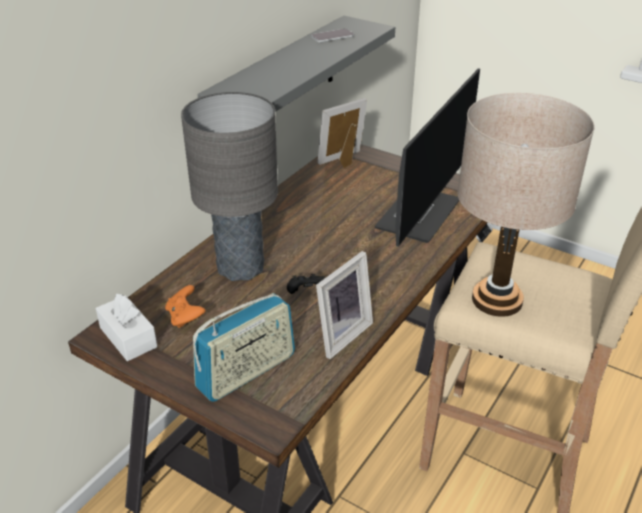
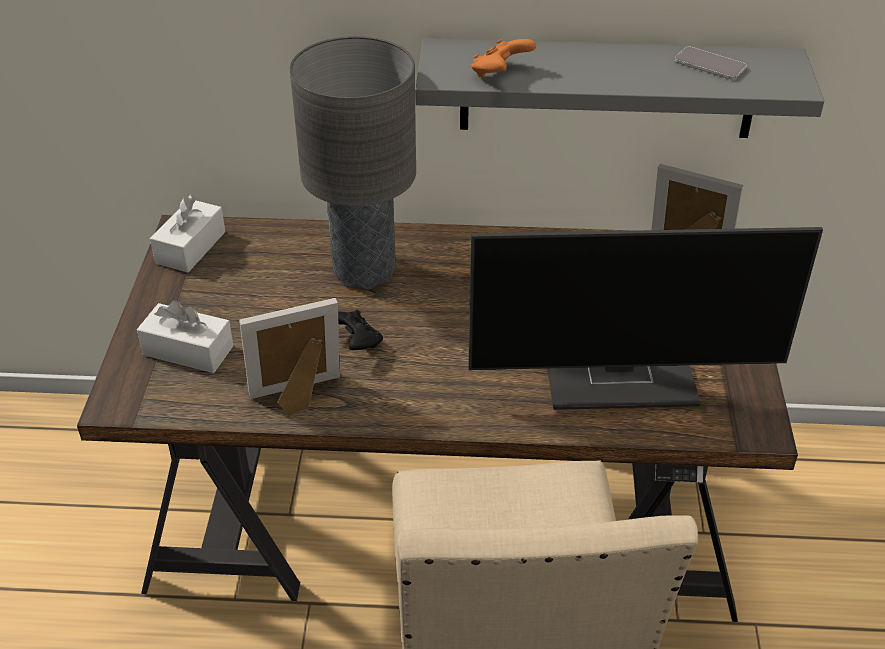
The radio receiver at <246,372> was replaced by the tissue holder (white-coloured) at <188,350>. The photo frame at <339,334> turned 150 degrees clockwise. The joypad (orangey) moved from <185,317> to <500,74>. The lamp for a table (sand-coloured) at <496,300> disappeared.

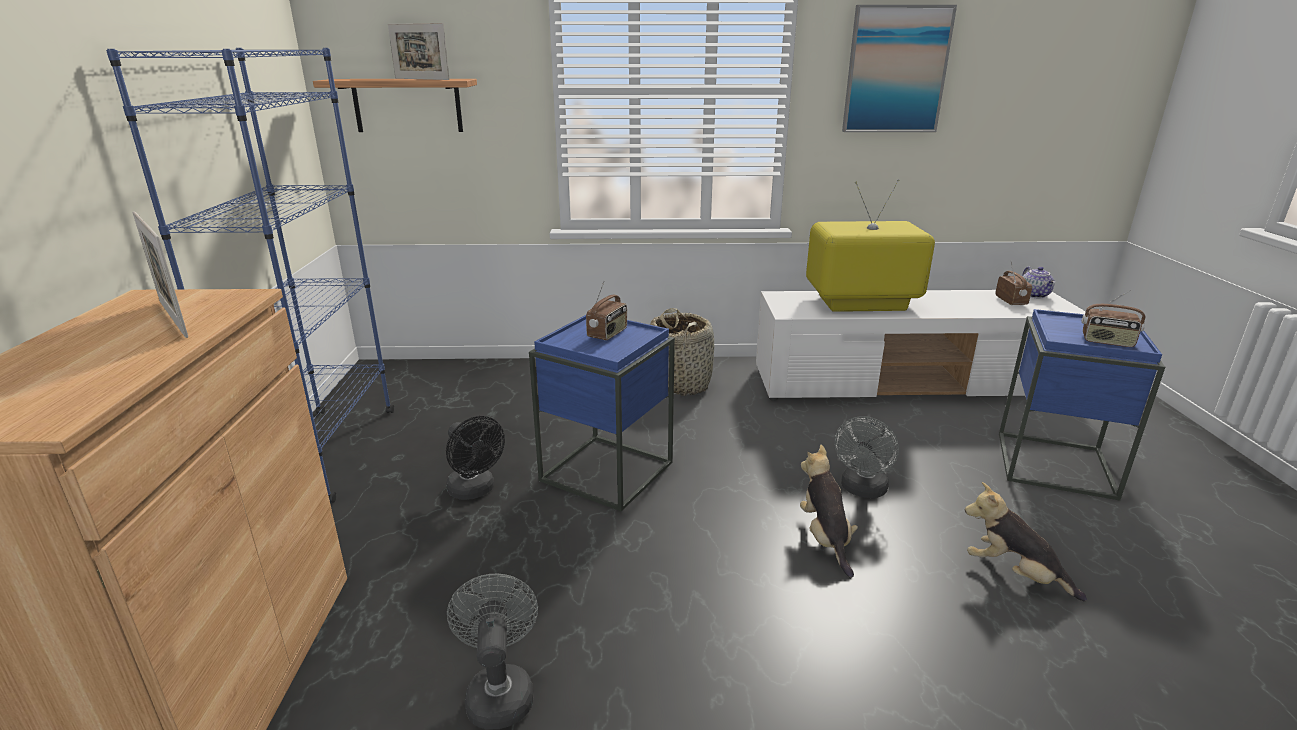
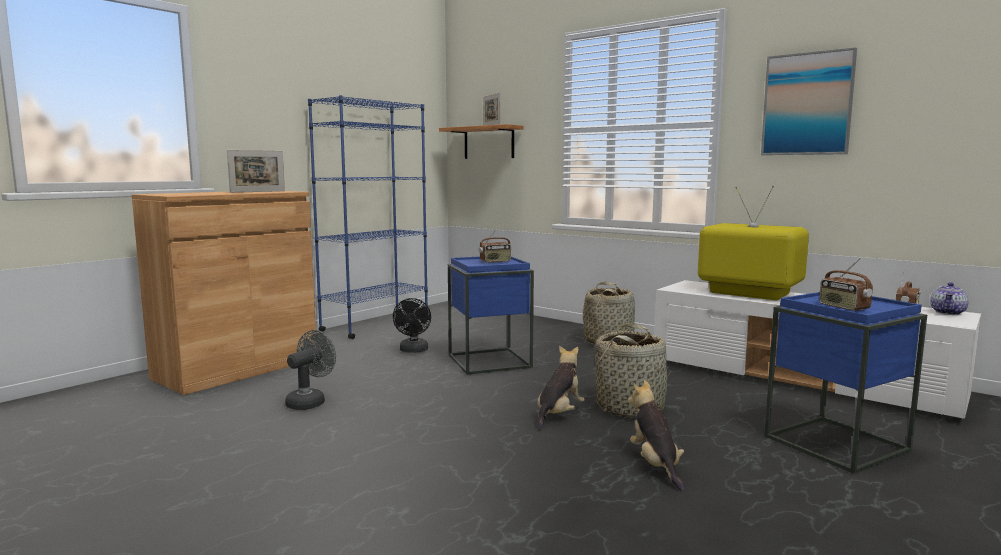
The photo frame at <173,318> turned 135 degrees counterclockwise. The cooling fan (greyish) at <862,490> was replaced by the storage basket at <630,407>.

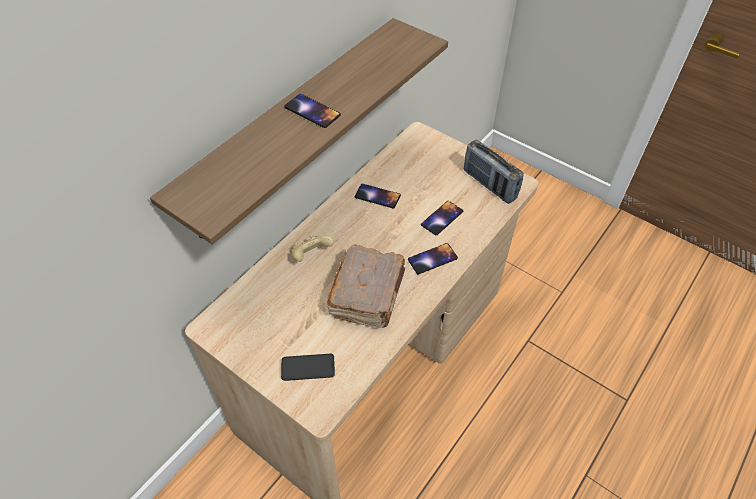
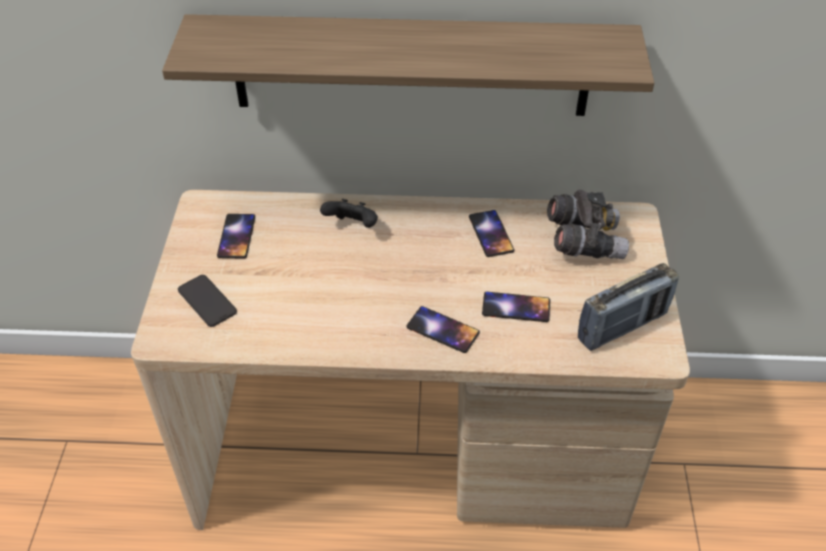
The phone moved from <312,111> to <236,236>. The joypad (sand-coloured) at <311,255> became the joypad (blackish) at <353,227>. The pair of binoculars (greyish) at <583,241> appeared. The radio receiver at <489,185> turned 135 degrees counterclockwise. The volume (brown-coloured) at <368,294> disappeared.

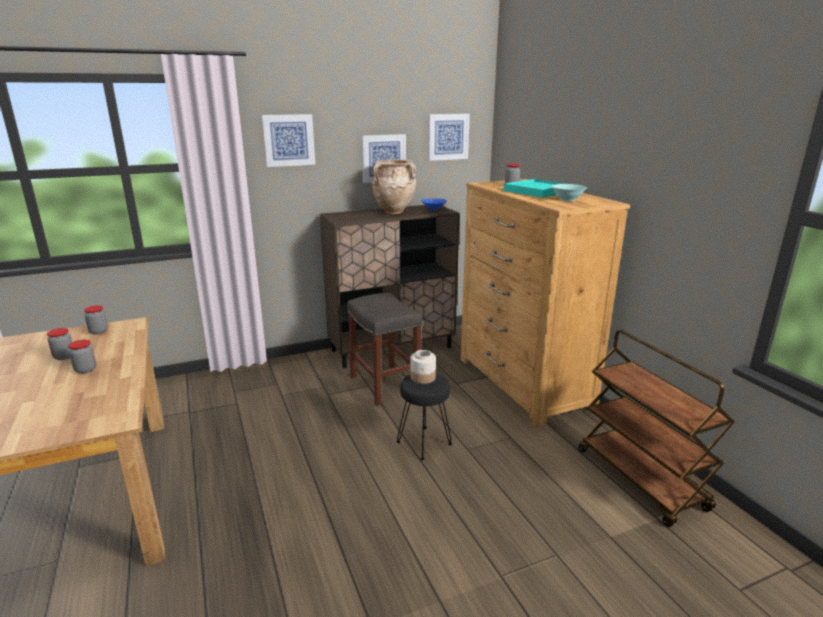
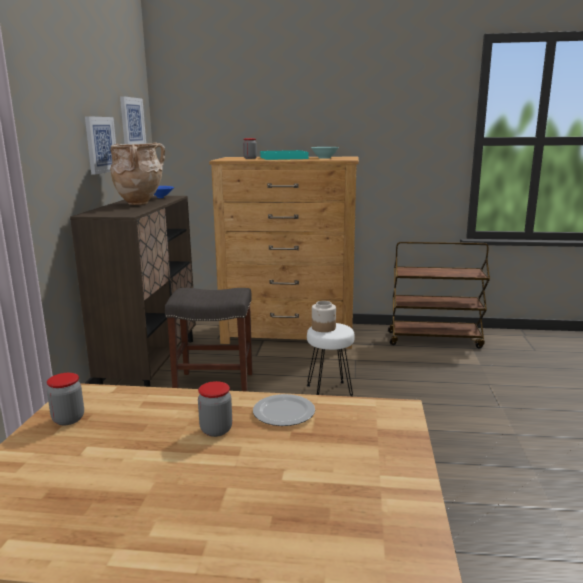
The plate at <284,413> appeared. The stool (blackish) at <424,443> became the stool (white-coloured) at <329,391>. The jar at <64,356> disappeared. The wall art at <288,140> disappeared.

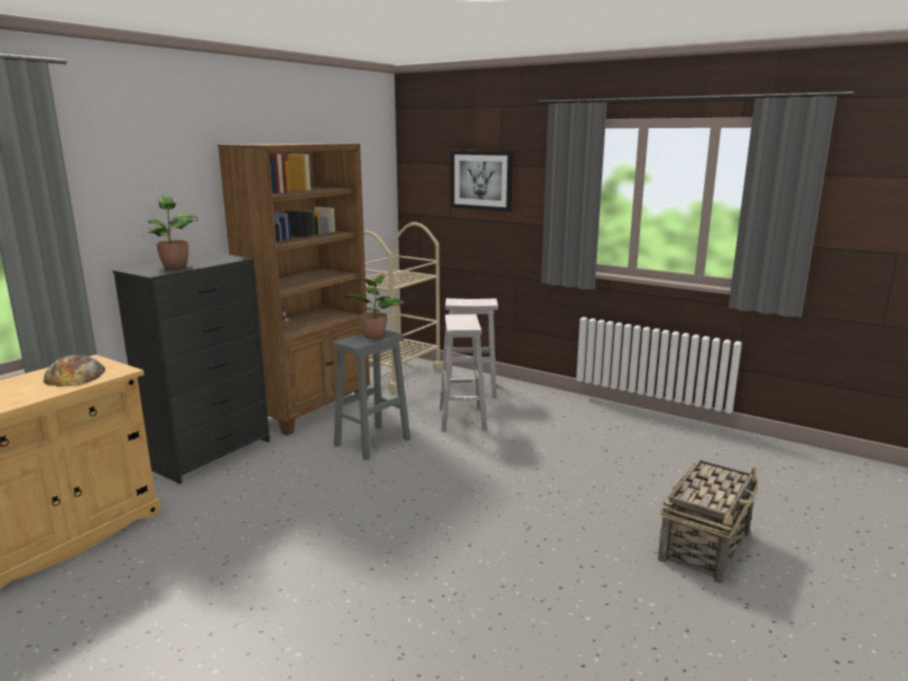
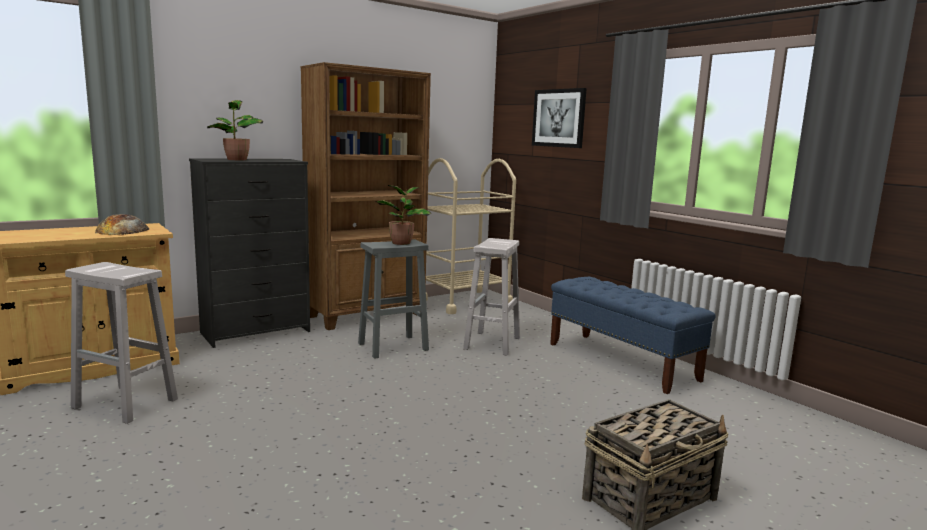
The stool (white-coloured) moved from <471,390> to <127,404>. The bench (bluish) at <621,361> appeared.

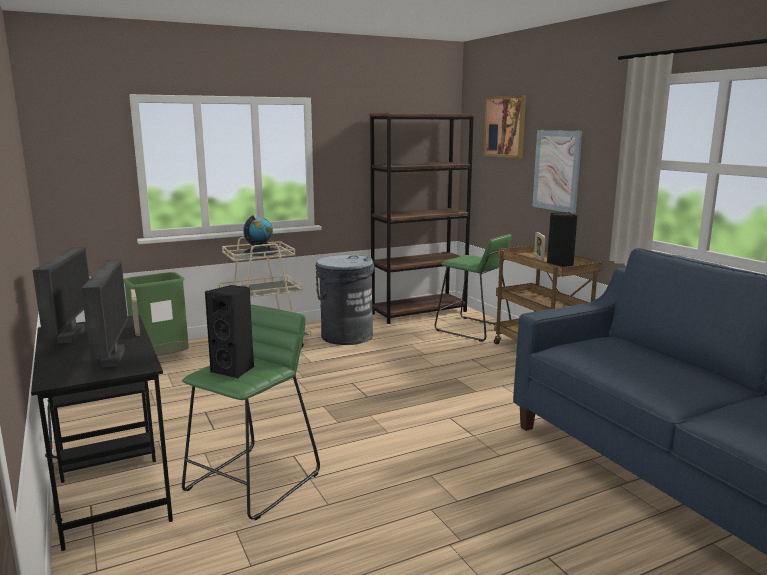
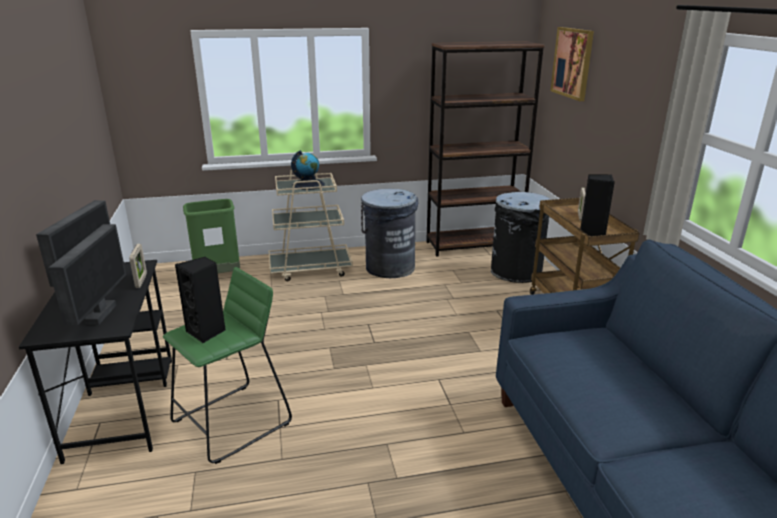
The stool (greenish) at <472,329> was replaced by the waste bin (blackish) at <516,272>. The wall art at <556,170> disappeared.

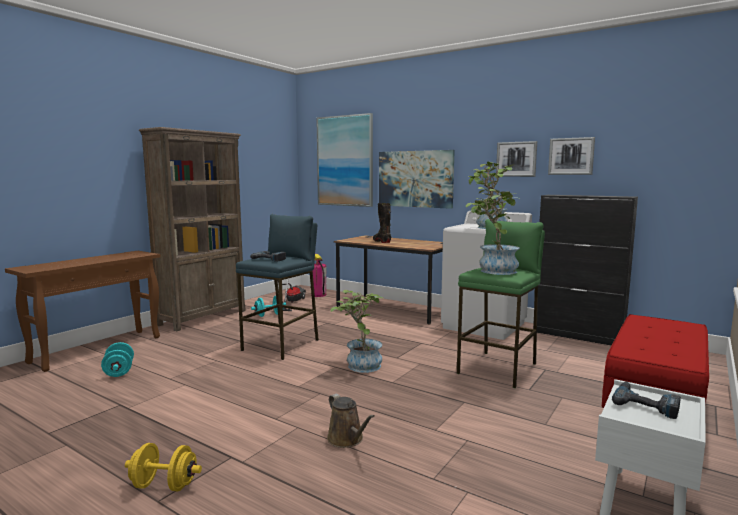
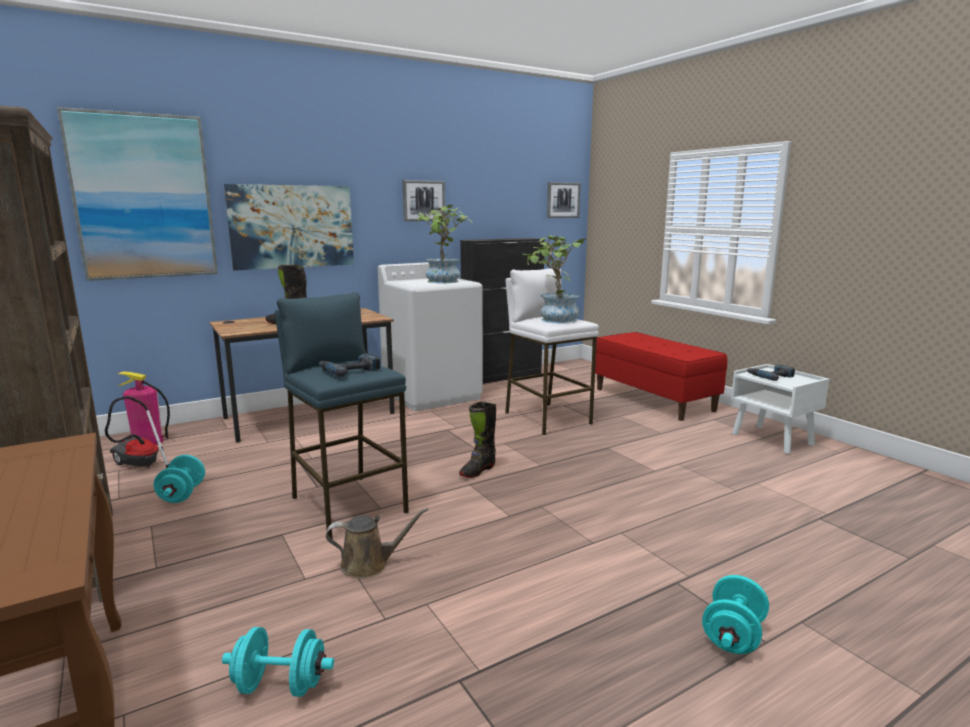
The sprinkling can (brown-coloured) moved from <347,439> to <369,565>. The plant in a pot at <359,365> was replaced by the tall boot (blackish) at <477,471>. The stool (greenish) at <498,368> became the stool (white-coloured) at <547,418>. The wall art moved from <571,156> to <563,200>. The free weight (yellow-coloured) at <164,485> became the free weight (turquoise-coloured) at <733,636>.

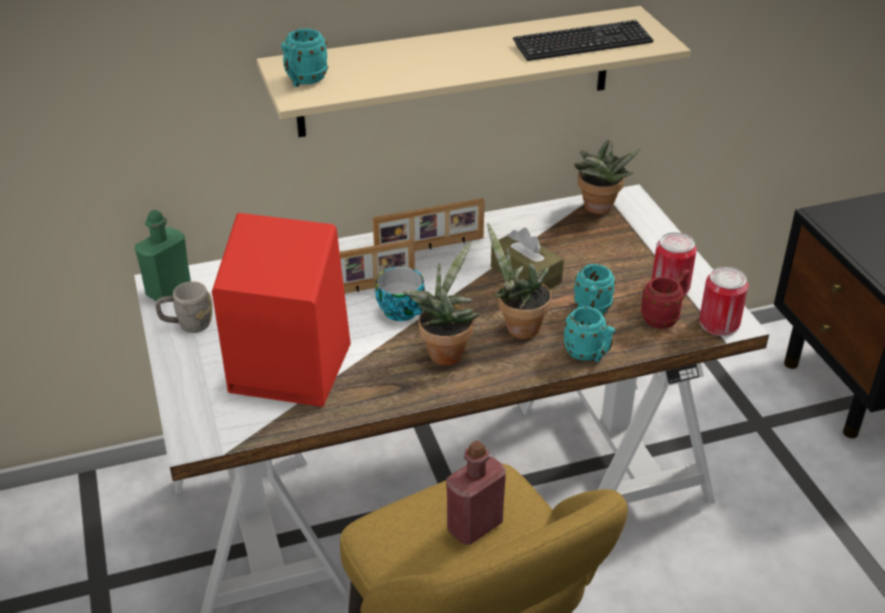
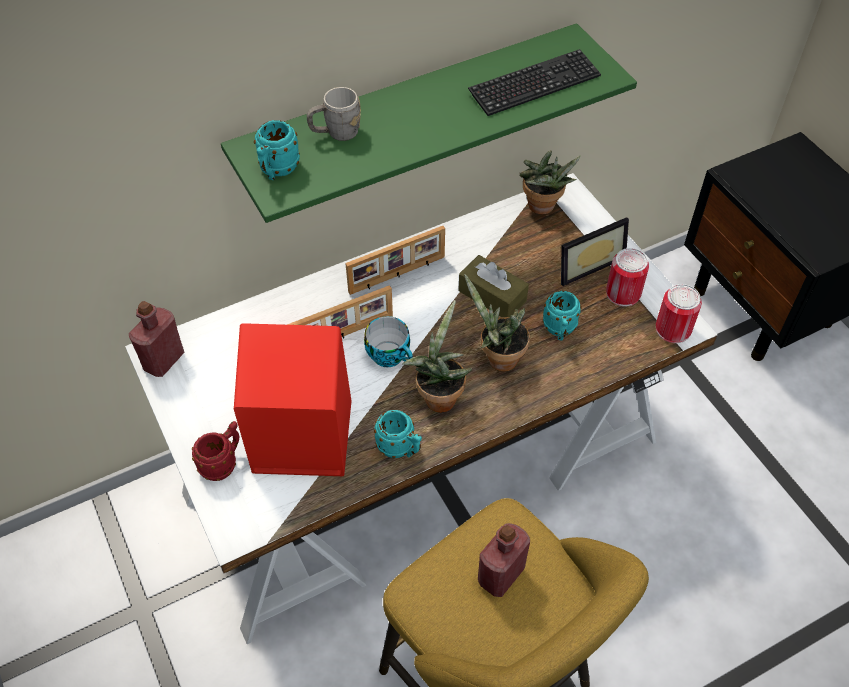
The beverage bottle (greenish) at <168,290> became the beverage bottle (red) at <164,360>. The tea mug (red) moved from <664,317> to <223,463>. The bracket shelf (sand-coloured) at <456,72> became the bracket shelf (greenish) at <409,114>. The tea mug (greyish) moved from <187,325> to <336,133>. The tea mug (turquoise-coloured) moved from <588,355> to <400,449>. The photo frame at <586,263> appeared.

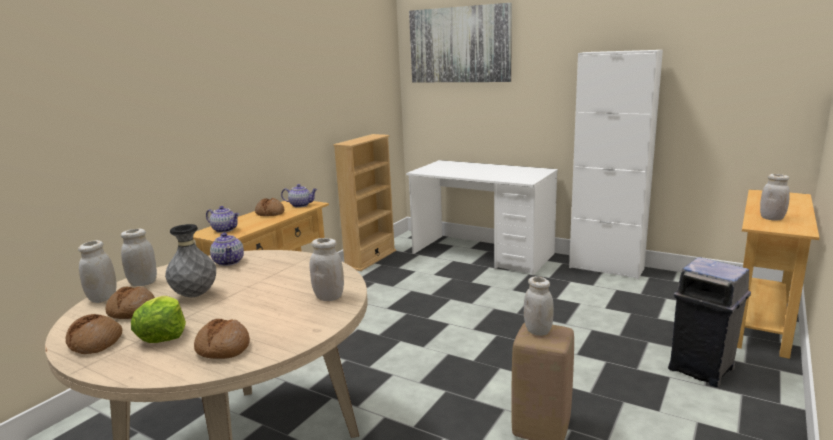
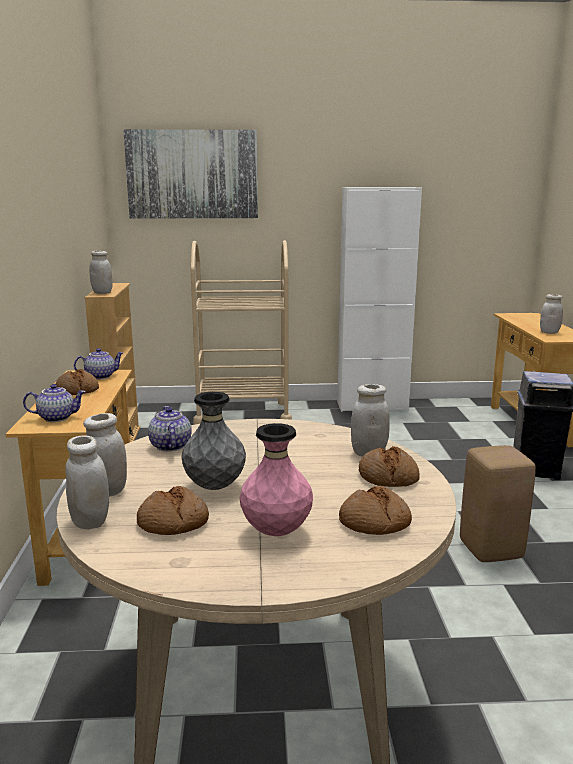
The jar (white-coloured) moved from <538,331> to <102,293>. The tea pot at <229,262> turned 135 degrees counterclockwise. The desk (white-coloured) at <482,254> was replaced by the trolley (sand-coloured) at <243,414>. The lettuce at <163,335> was replaced by the decorative vase (pinkish) at <276,532>. The bread moved from <96,342> to <388,477>.

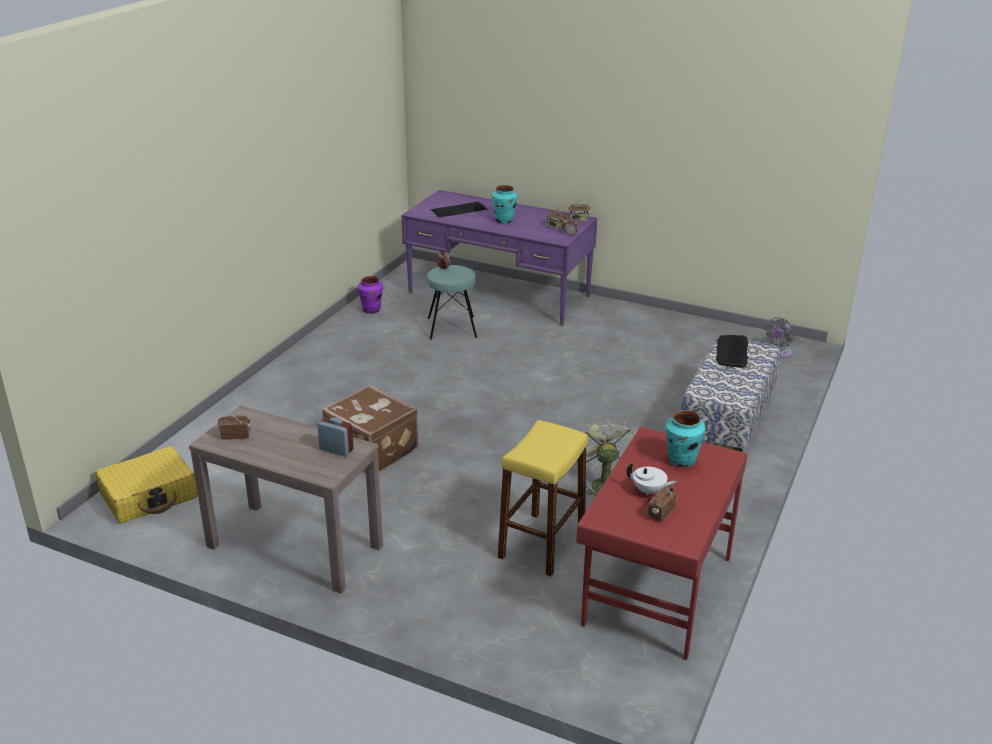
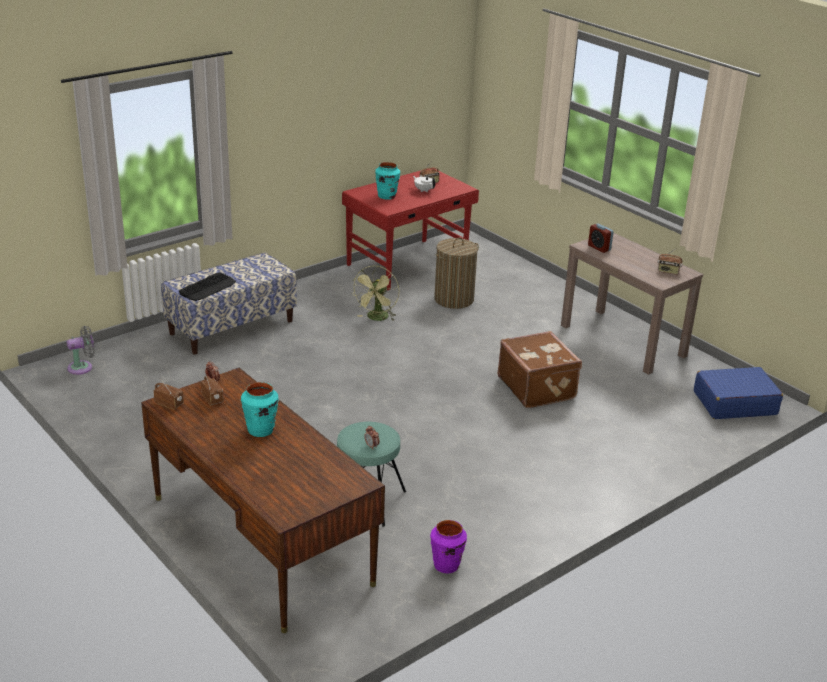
The desk (purple-coloured) at <498,294> became the desk (brown-coloured) at <261,540>. The stool (yellow-coloured) at <542,544> was replaced by the laundry basket at <453,299>. The suitcase (yellow-coloured) at <149,496> became the suitcase (bluish) at <734,403>. The PC keyboard at <459,209> disappeared.

